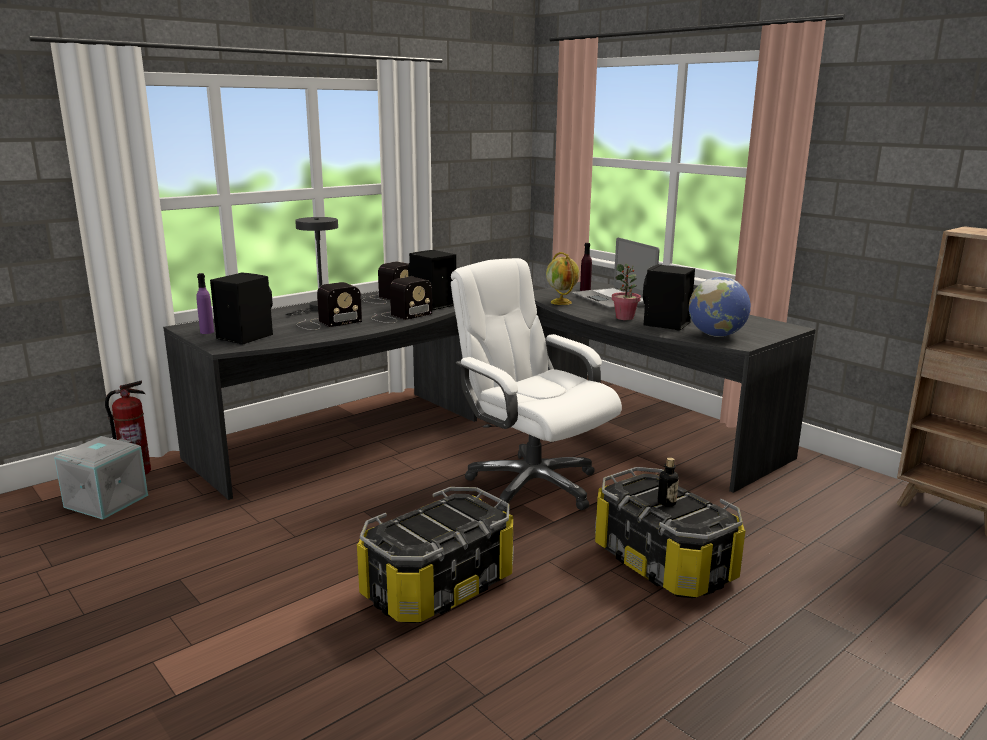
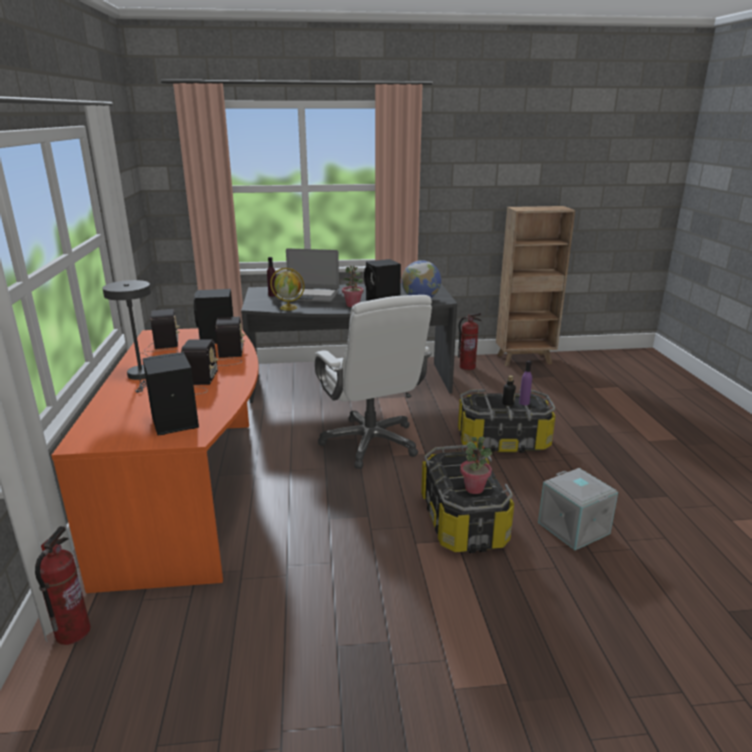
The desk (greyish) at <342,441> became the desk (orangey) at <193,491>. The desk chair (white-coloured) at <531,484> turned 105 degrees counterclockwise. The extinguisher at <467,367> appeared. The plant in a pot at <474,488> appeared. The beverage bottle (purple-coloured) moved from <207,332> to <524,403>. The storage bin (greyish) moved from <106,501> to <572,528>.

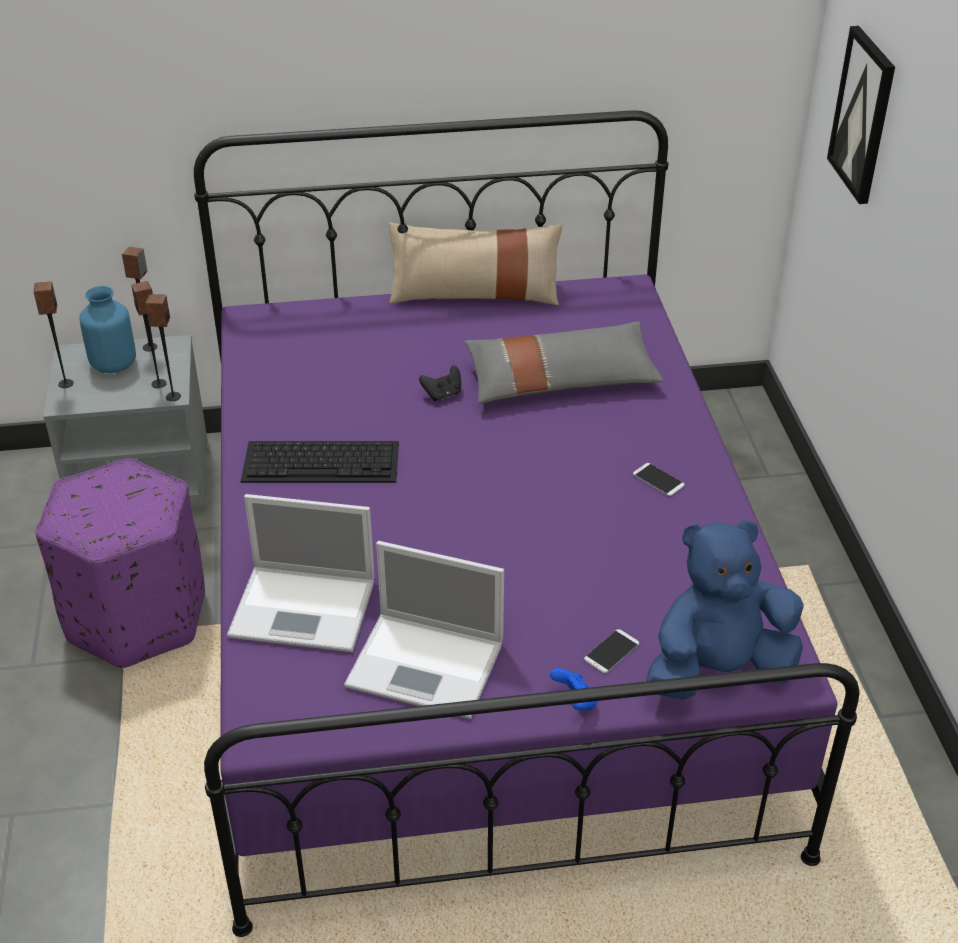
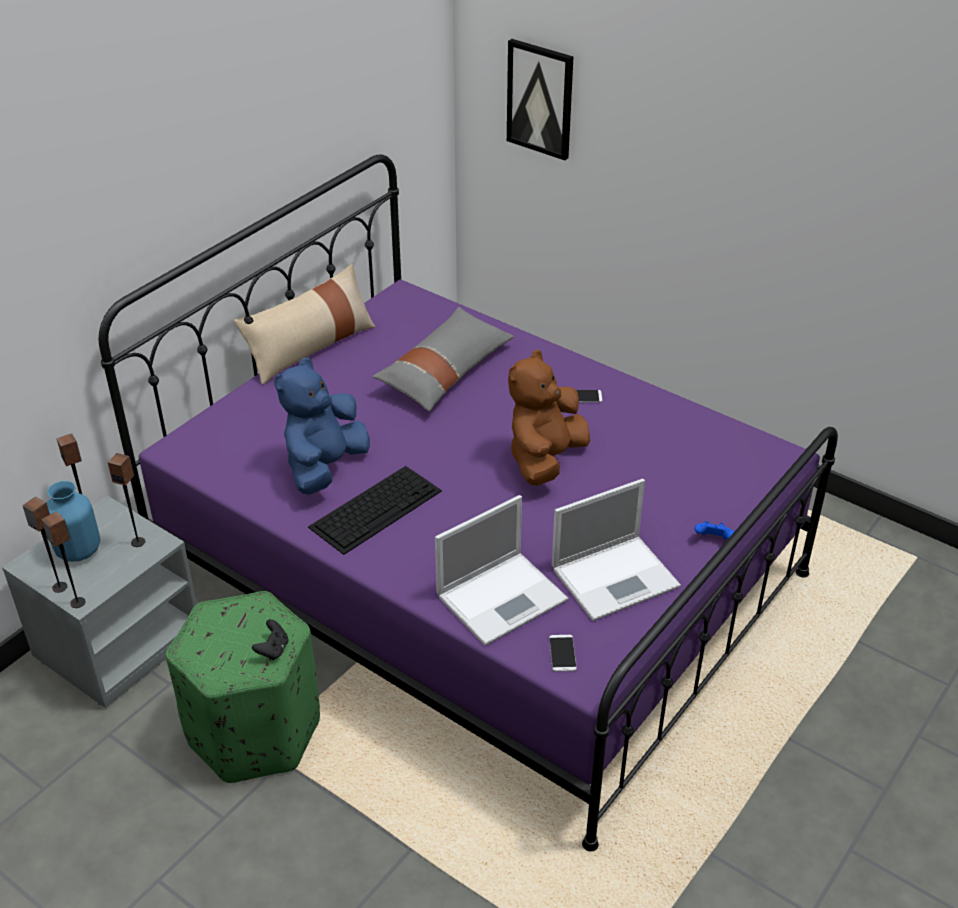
The speaker moved from <173,396> to <77,603>. The ottoman (purple-coloured) at <137,617> became the ottoman (greenish) at <255,731>. The joypad (blackish) moved from <442,394> to <273,649>. The cuddly toy (bluish) moved from <718,670> to <324,467>. The cuddly toy (brown-coloured) at <545,459> appeared. The phone moved from <611,652> to <562,653>.

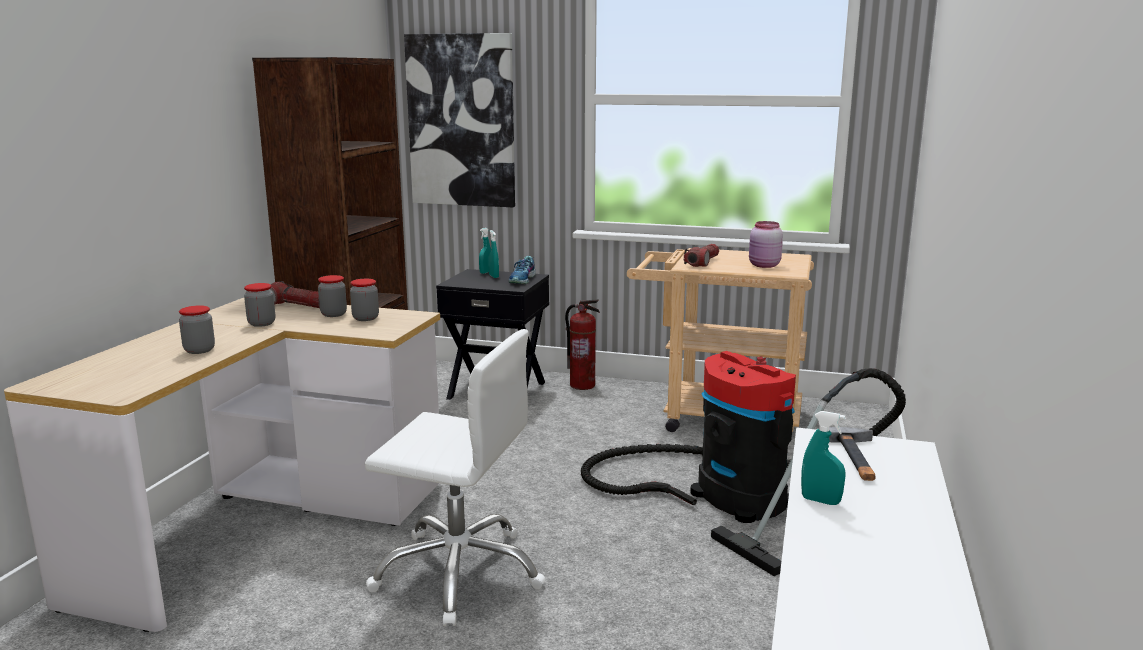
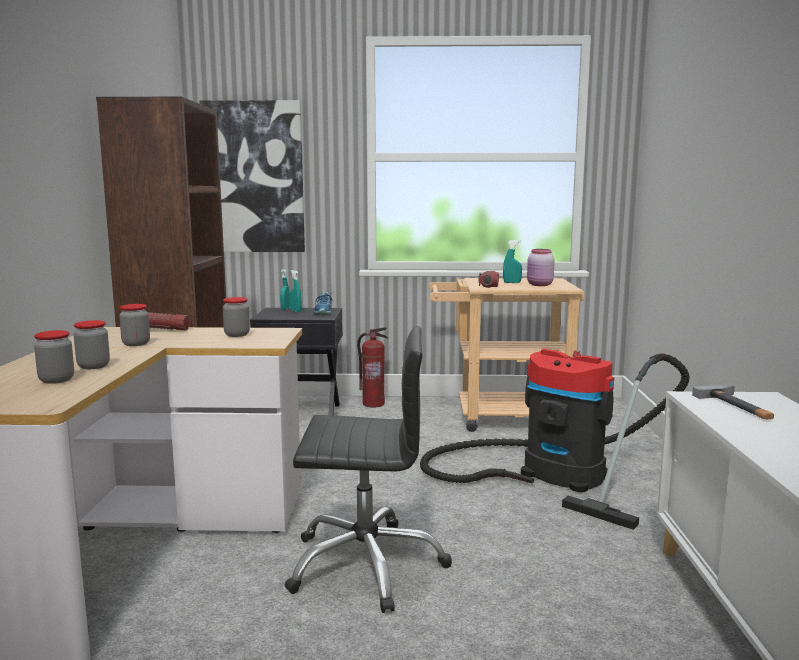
The jar moved from <333,314> to <56,380>. The desk chair (white-coloured) at <459,572> became the desk chair (blackish) at <366,564>. The sprayer (turquoise-coloured) moved from <820,501> to <512,282>.

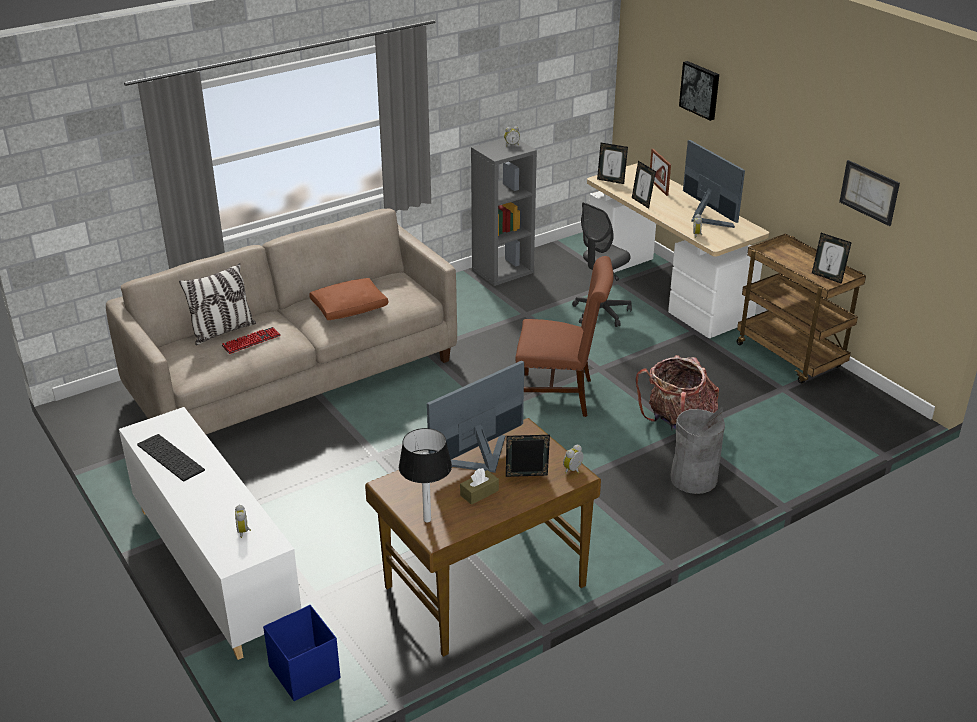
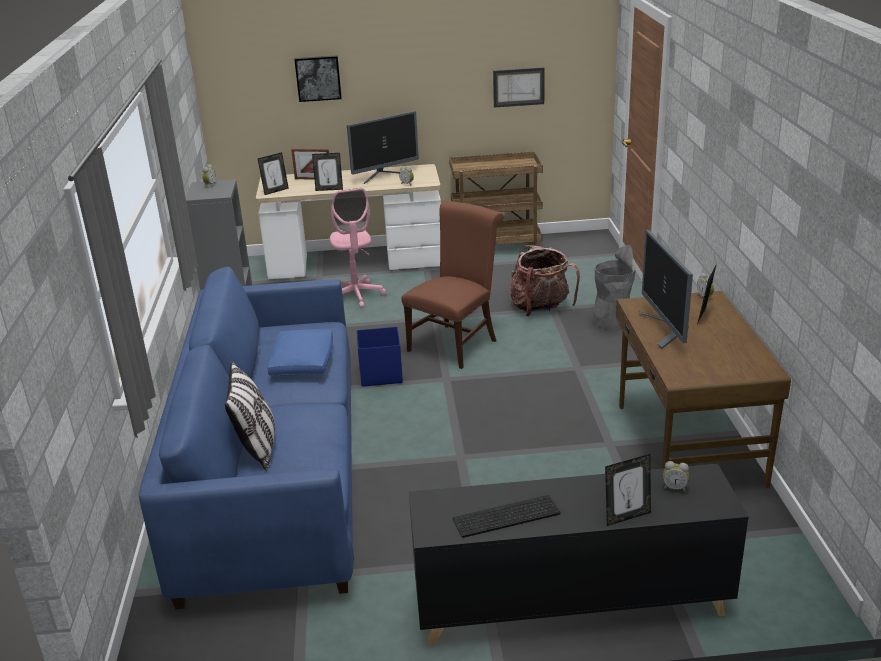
The couch (sand-coloured) at <295,377> became the couch (bluish) at <275,477>. The throw pillow (brown-coloured) at <350,308> became the throw pillow (bluish) at <302,362>. The desk chair (greyish) at <601,313> became the desk chair (pinkish) at <356,296>. The monitor at <706,217> turned 150 degrees clockwise. The storage bin (bluish) moved from <304,672> to <380,375>. The cupboard (white-coloured) at <214,568> became the cupboard (blackish) at <569,604>. The photo frame moved from <827,277> to <626,516>. The PC keyboard at <251,341> disappeared. The lamp for a table at <426,519> disappeared. The tissue holder (brown-coloured) at <479,493> disappeared.

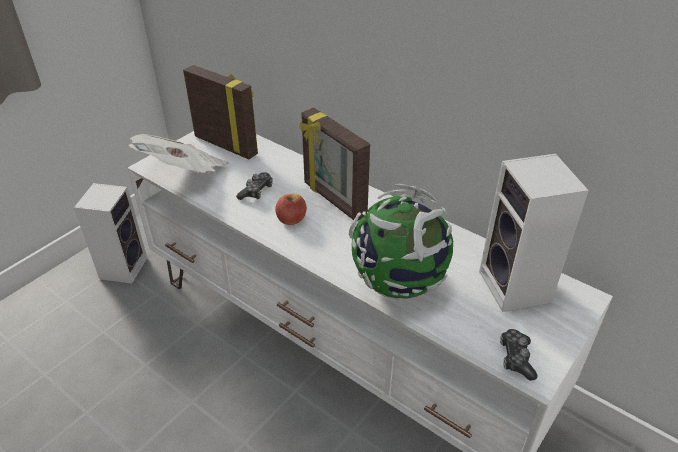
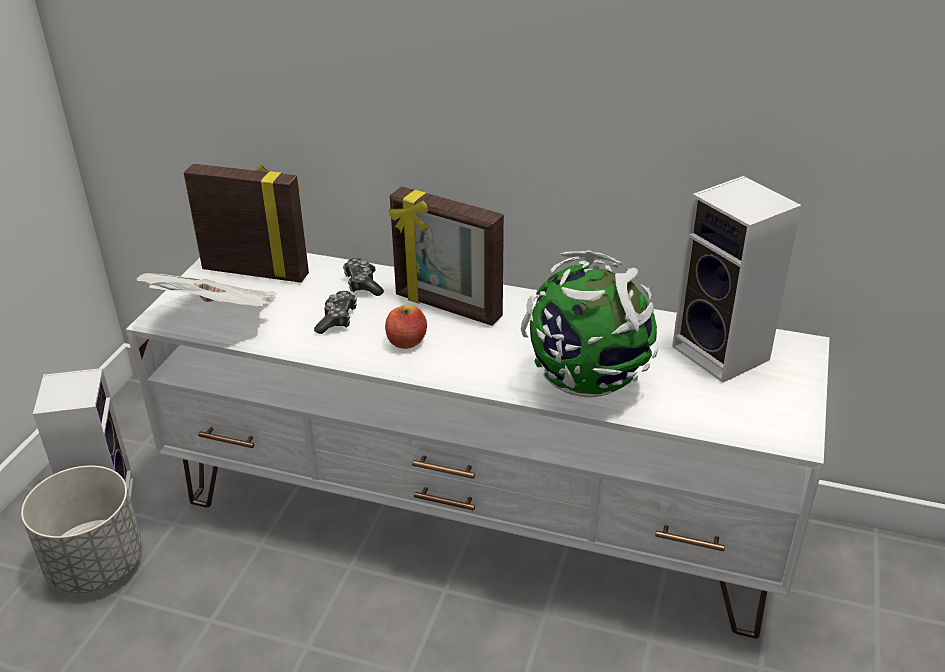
The flower pot (greyish) at <95,565> appeared. The joypad moved from <516,358> to <363,284>.

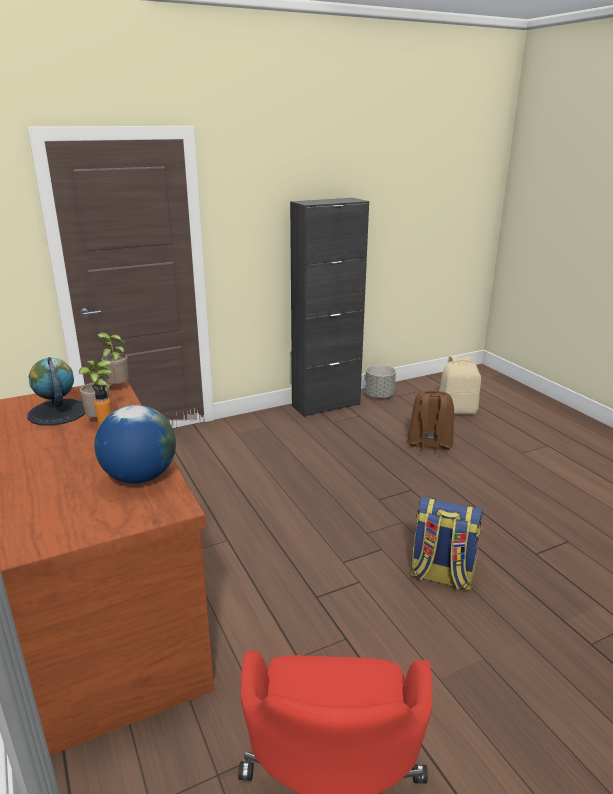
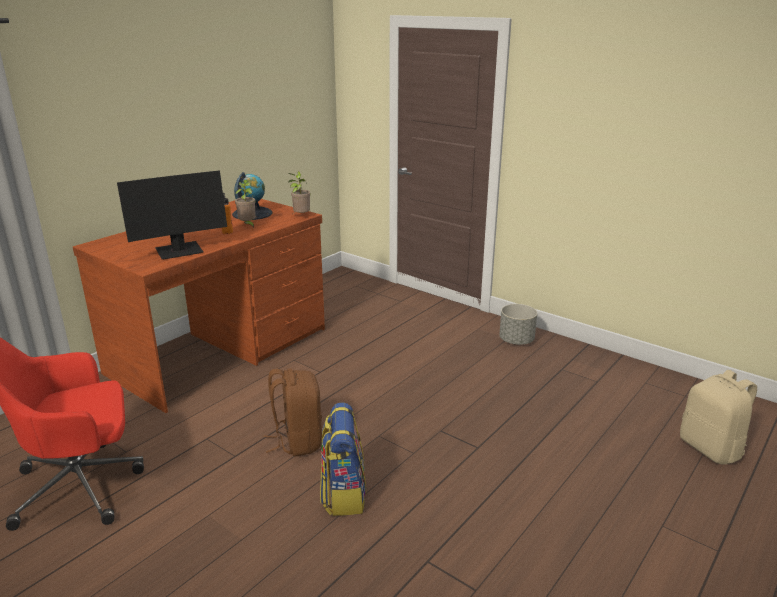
The world globe at <140,477> was replaced by the monitor at <179,251>. The knapsack (brown-coloured) moved from <429,446> to <297,441>. The flower pot (greyish) moved from <379,396> to <516,341>. The cupboard (blackish) at <326,405> disappeared.

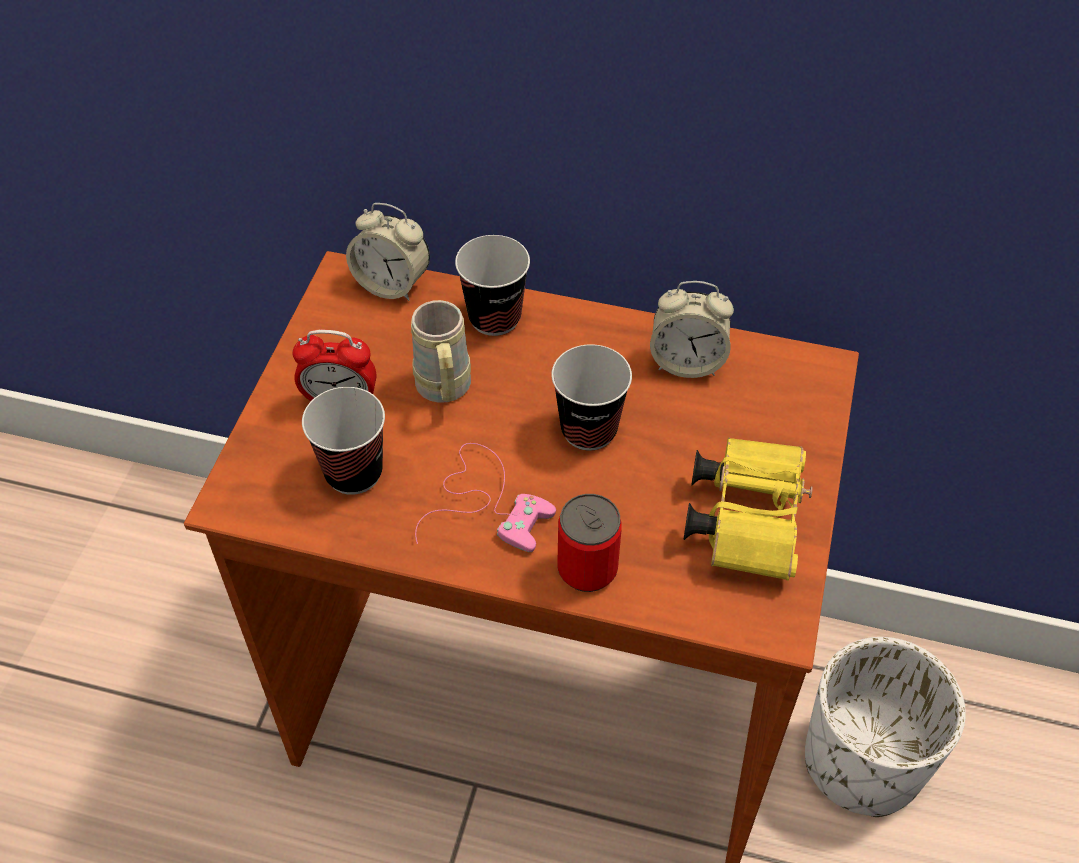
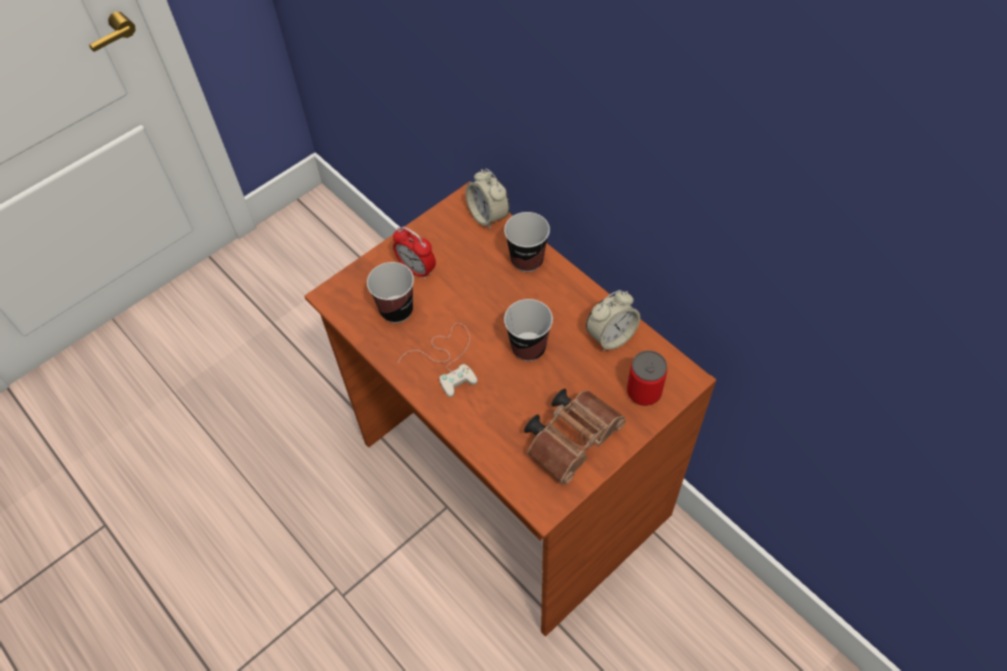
The joypad (pinkish) at <486,501> became the joypad (white-coloured) at <448,359>. The pair of binoculars (yellow-coloured) at <746,516> became the pair of binoculars (brown-coloured) at <573,438>. The bedside clock at <687,362> turned 75 degrees counterclockwise. The metal can moved from <587,569> to <644,392>. The tea mug (sand-coloured) at <444,392> disappeared. The flower pot (white-coloured) at <861,761> disappeared.

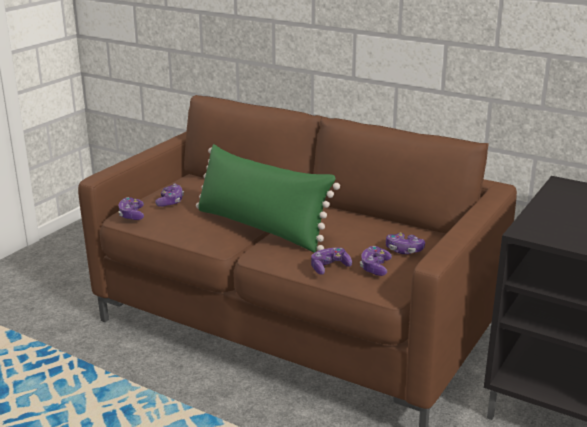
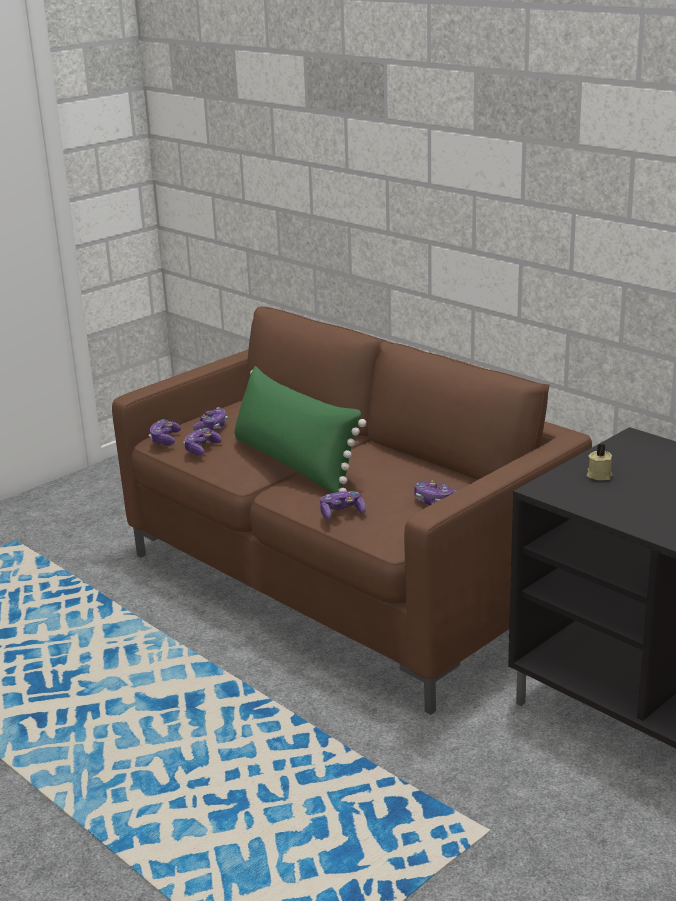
The joypad moved from <375,267> to <201,448>. The candle (sand-coloured) at <598,475> appeared.

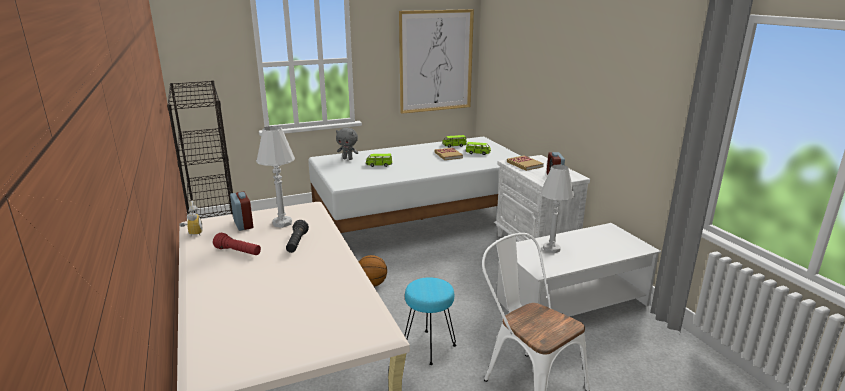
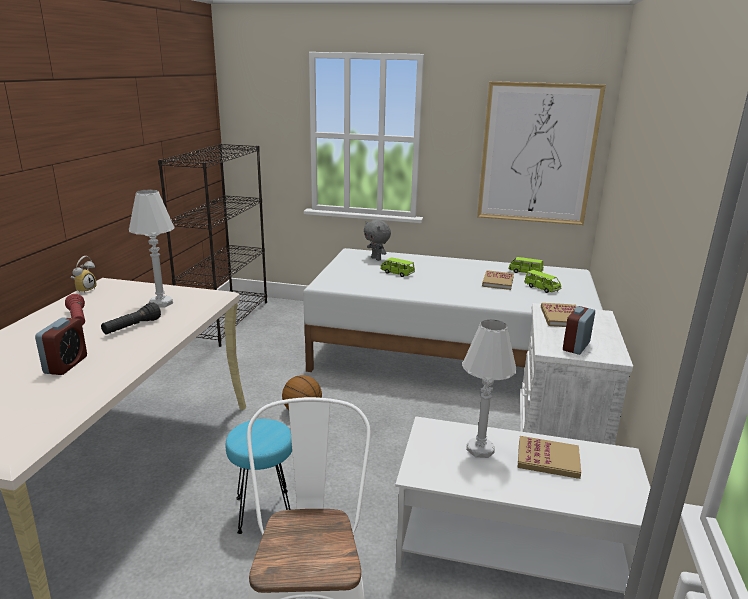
The bedside clock moved from <243,224> to <66,365>. The volume at <548,459> appeared.

